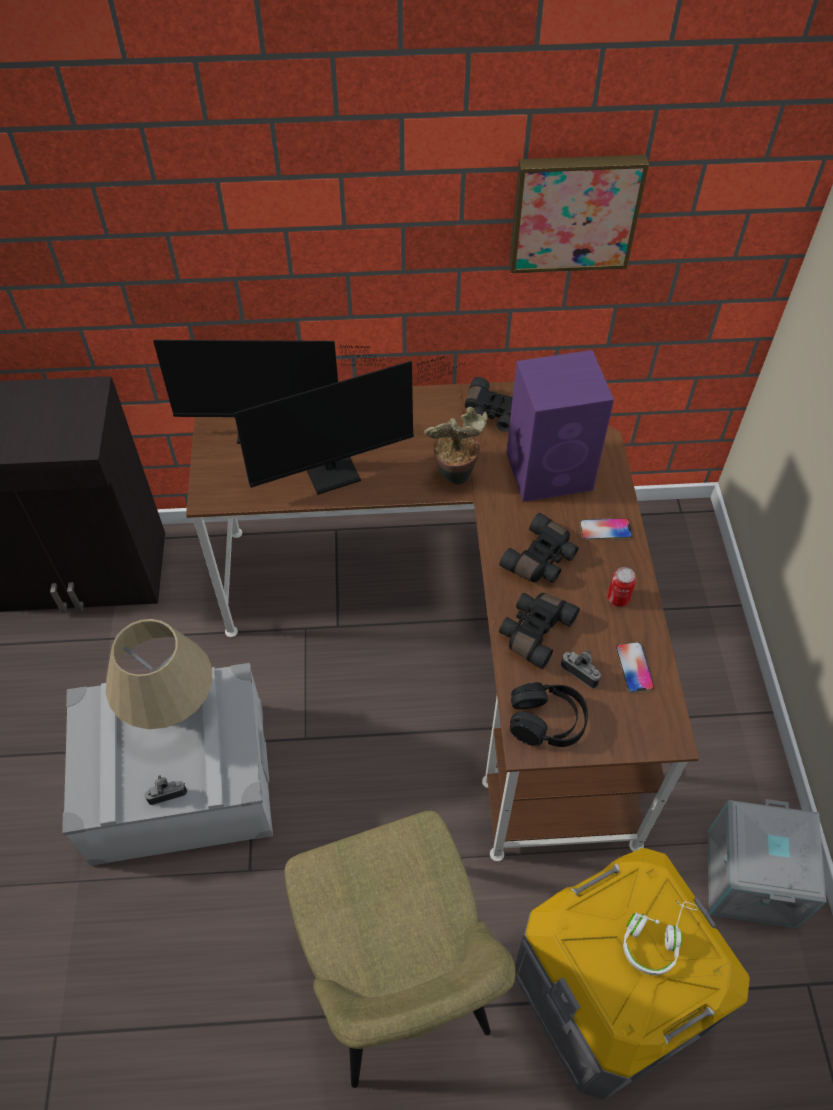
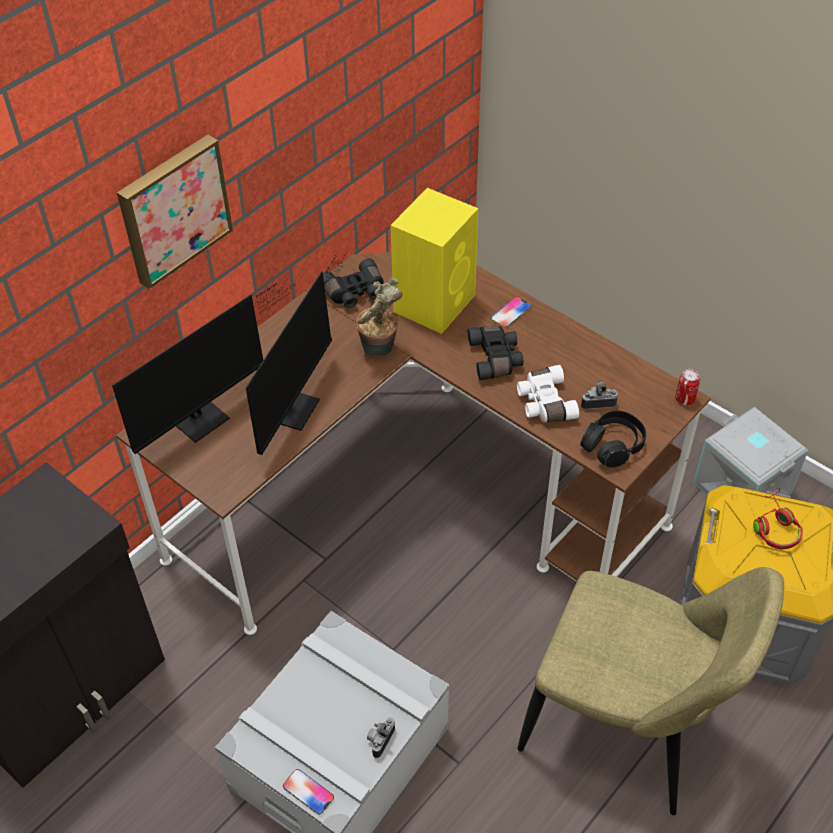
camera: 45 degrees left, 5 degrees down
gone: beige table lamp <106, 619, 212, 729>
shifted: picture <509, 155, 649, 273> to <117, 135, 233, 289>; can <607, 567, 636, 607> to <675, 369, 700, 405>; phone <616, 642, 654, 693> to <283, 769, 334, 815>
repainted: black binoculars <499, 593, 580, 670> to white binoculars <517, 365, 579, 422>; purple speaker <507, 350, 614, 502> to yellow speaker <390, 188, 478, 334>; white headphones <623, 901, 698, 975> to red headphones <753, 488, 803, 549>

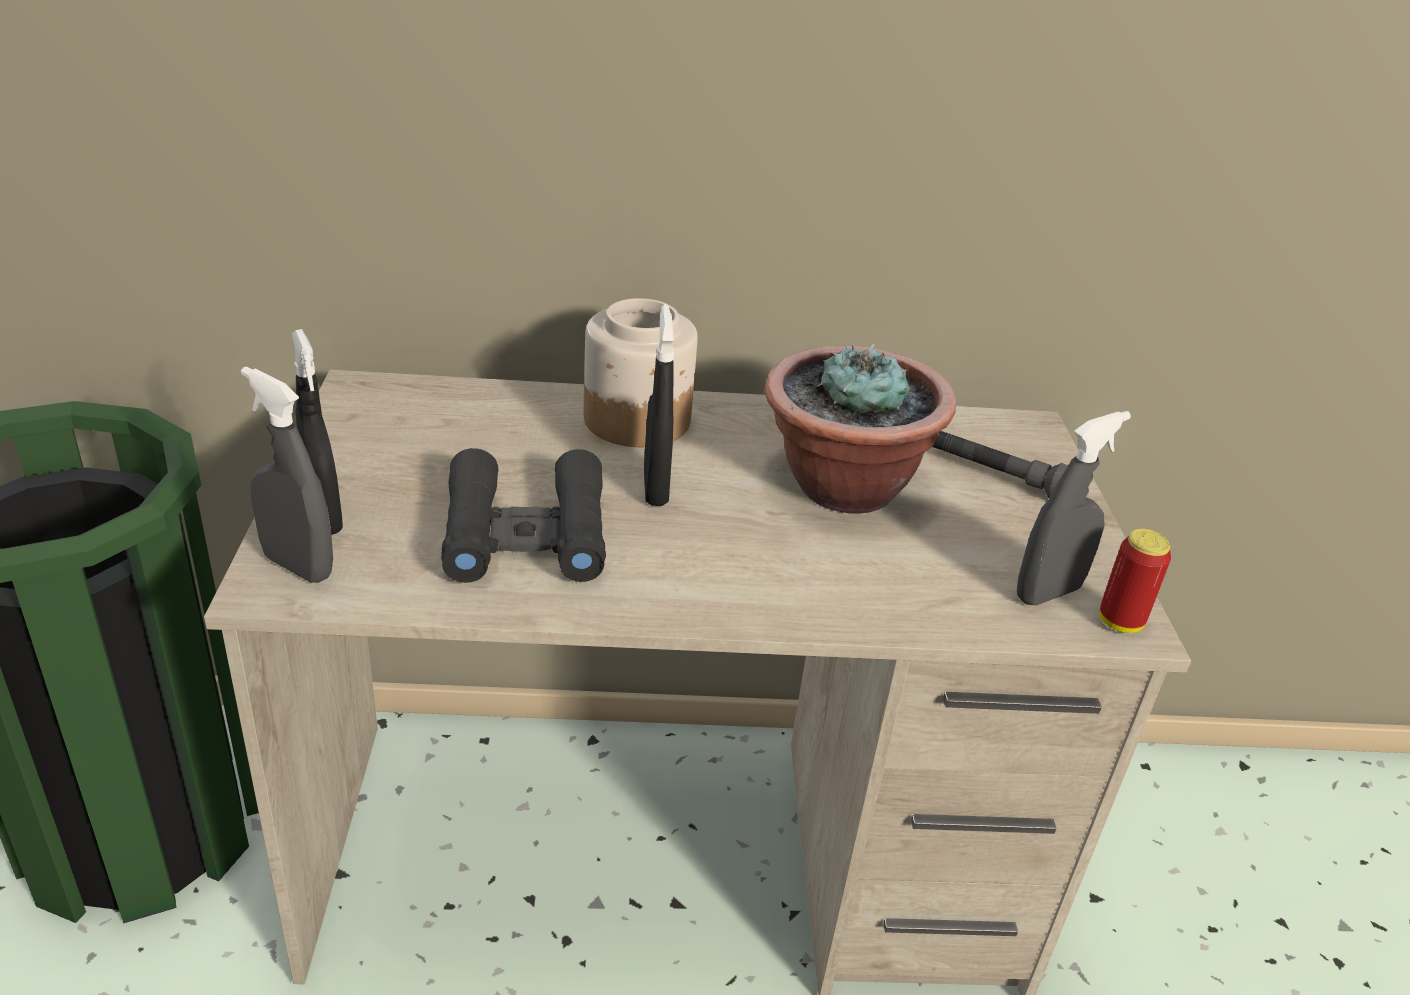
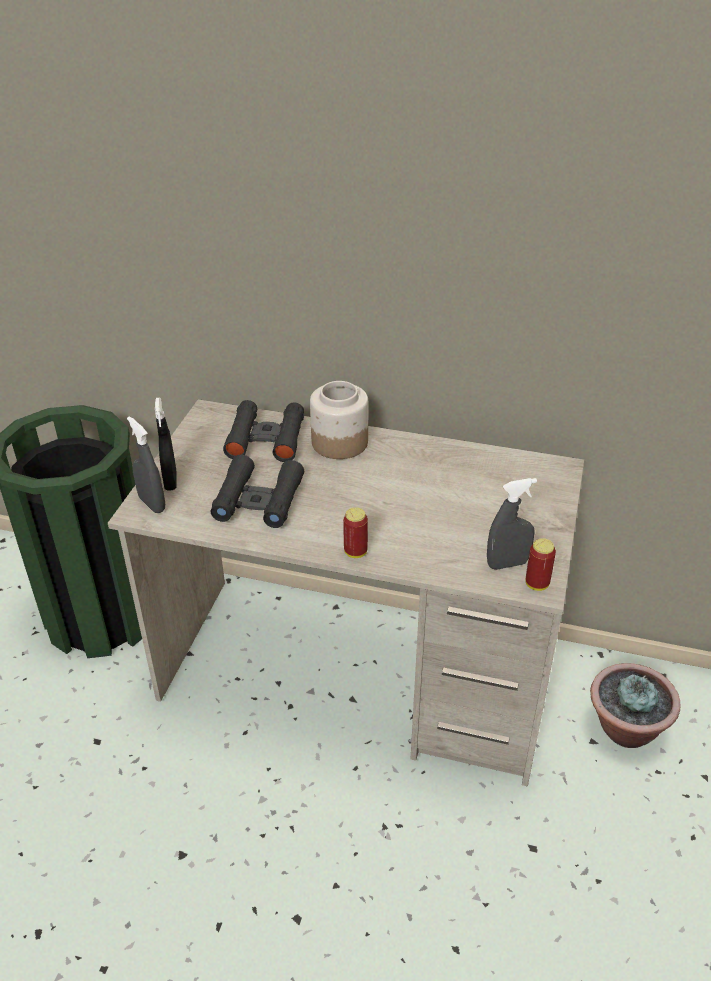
camera: 20 degrees right, 5 degrees up
gone: black spray bottle <644, 304, 674, 506>; grey flashlight <933, 431, 1068, 498>
new: black binoculars <223, 400, 304, 462>; can <343, 507, 368, 558>
shifted: potted plant <765, 343, 956, 514> to <590, 663, 681, 748>

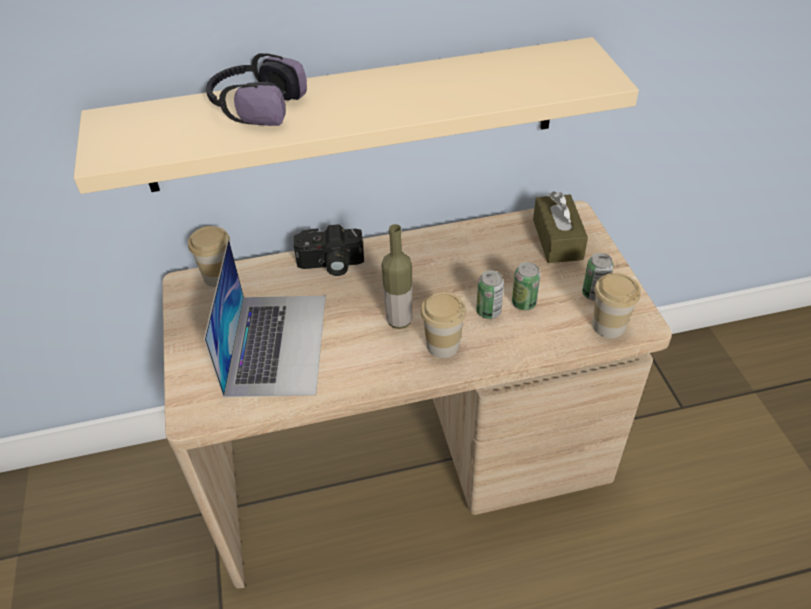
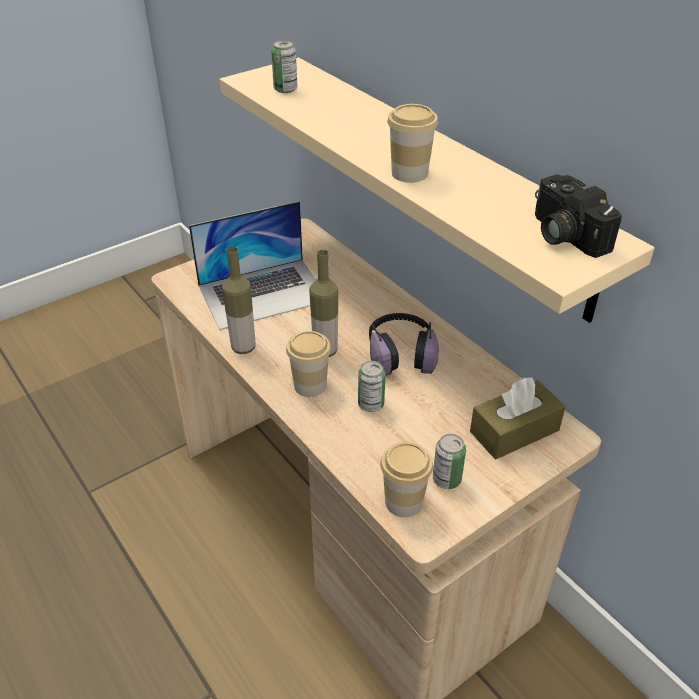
camera: 65 degrees right, 5 degrees down
new: bottle <222, 247, 255, 354>
shifted: cup <188, 226, 230, 287> to <387, 104, 438, 183>; headphones <206, 53, 307, 126> to <369, 313, 439, 376>; photo camera <294, 224, 364, 276> to <535, 174, 622, 258>; can <512, 262, 541, 310> to <271, 40, 297, 93>

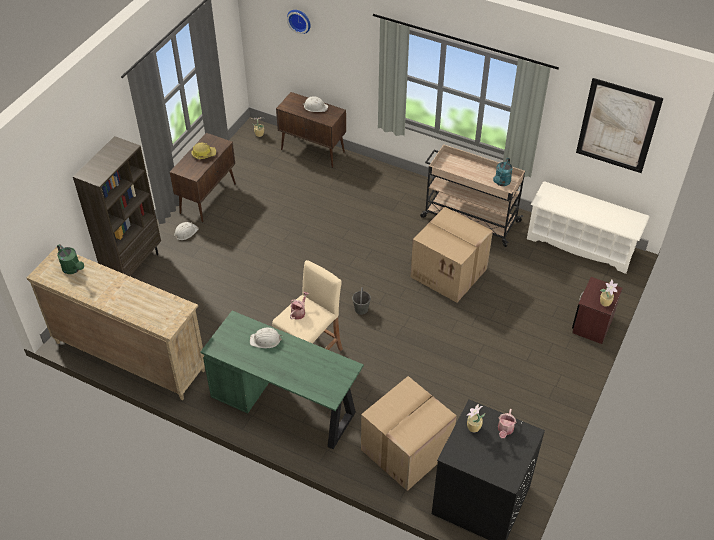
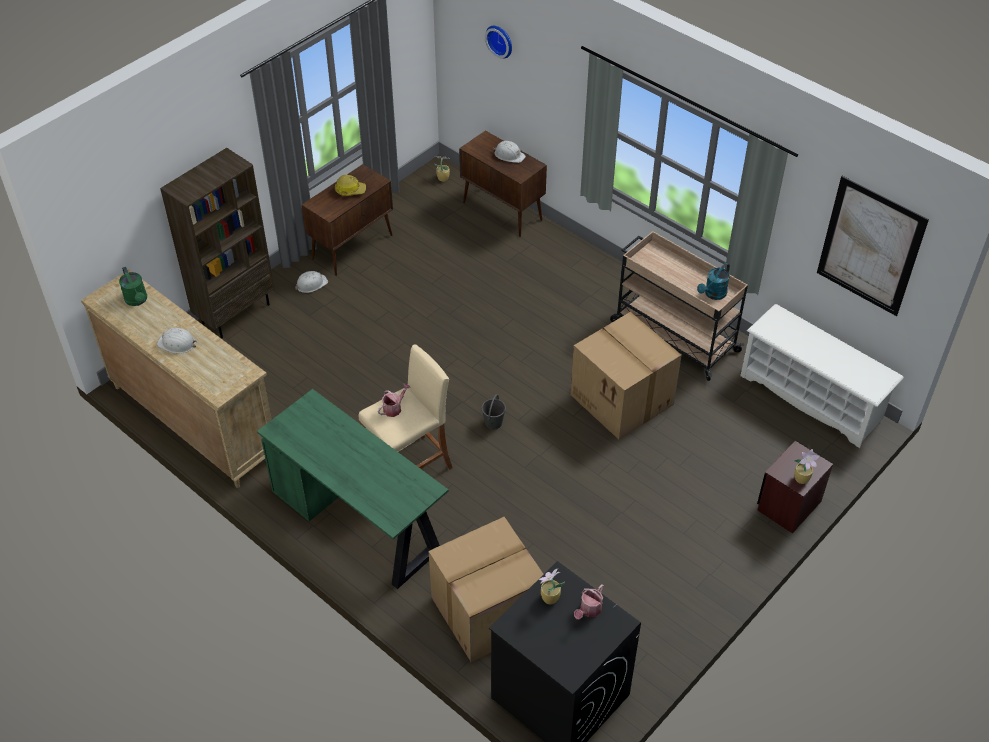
camera: 15 degrees right, 0 degrees up
shifted: white hard hat <250, 328, 283, 348> to <157, 328, 197, 354>

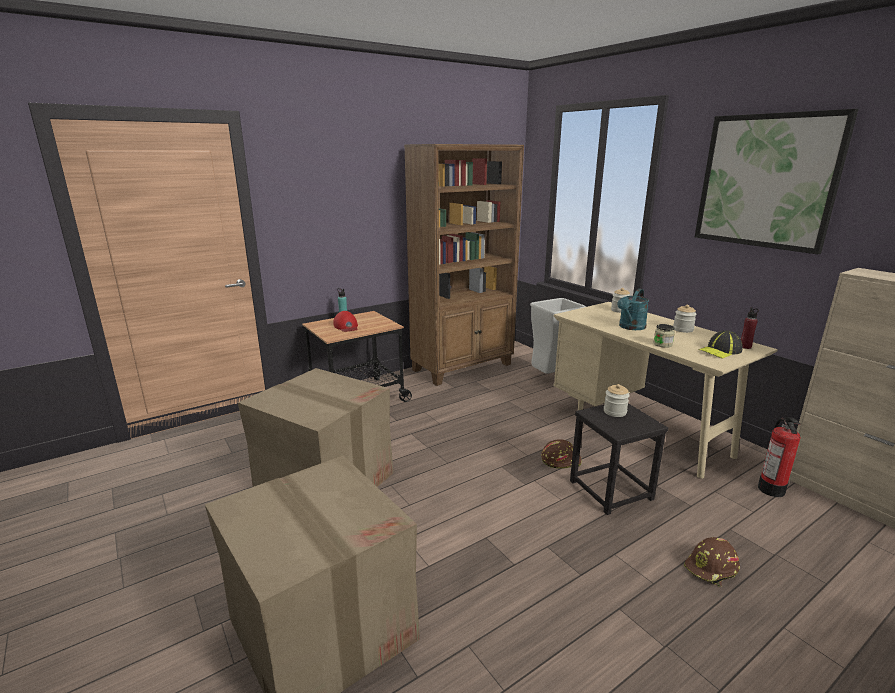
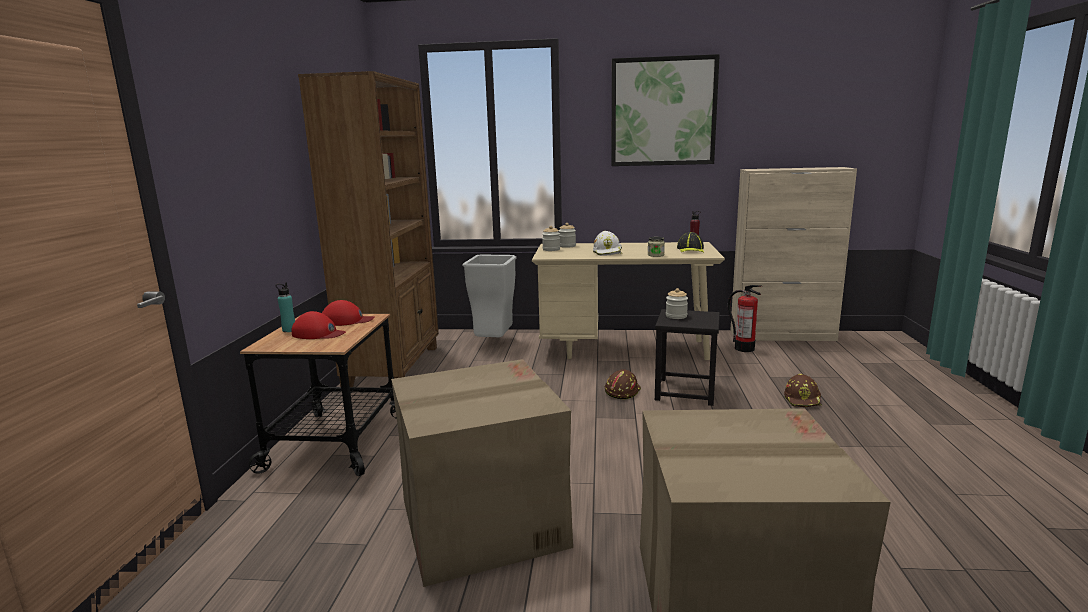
camera: 50 degrees left, 5 degrees down
new: red cap <322, 300, 375, 326>
shifted: jar <673, 304, 697, 333> to <542, 226, 560, 251>
swapped: turquoise watering can <617, 289, 649, 330> to white hard hat <593, 231, 623, 256>

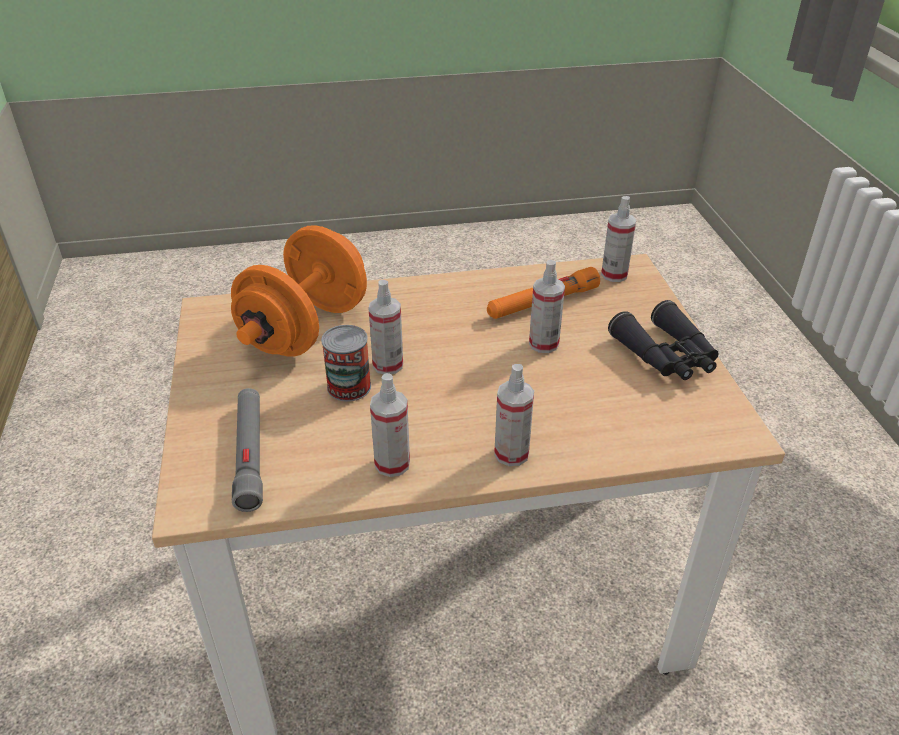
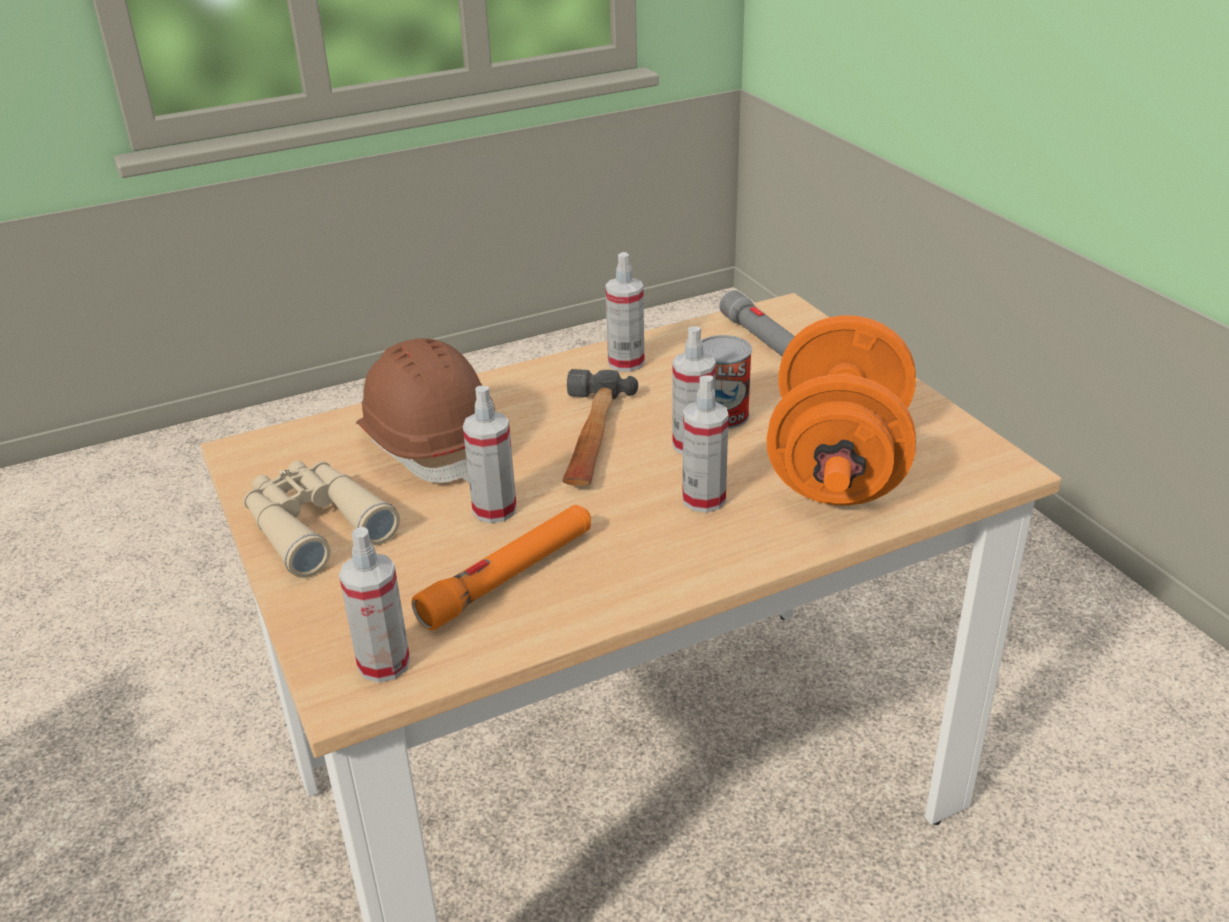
camera: 165 degrees right, 5 degrees down
new: brown hard hat <356, 338, 495, 483>; hammer <563, 369, 638, 486>
shifted: spray bottle <494, 364, 534, 466> to <682, 375, 729, 513>
repainted: black binoculars <608, 300, 719, 380> to beige binoculars <244, 461, 400, 578>

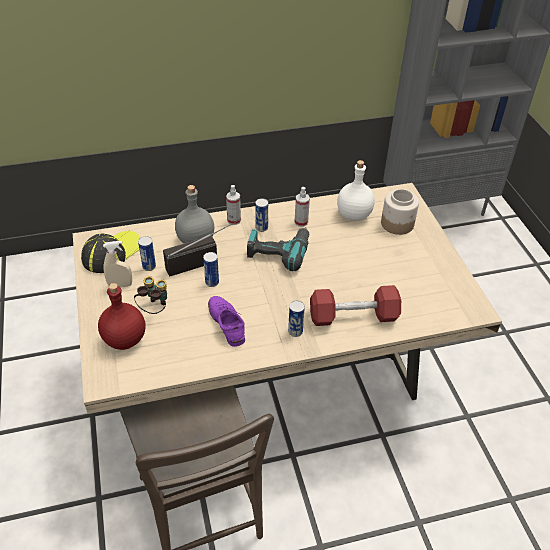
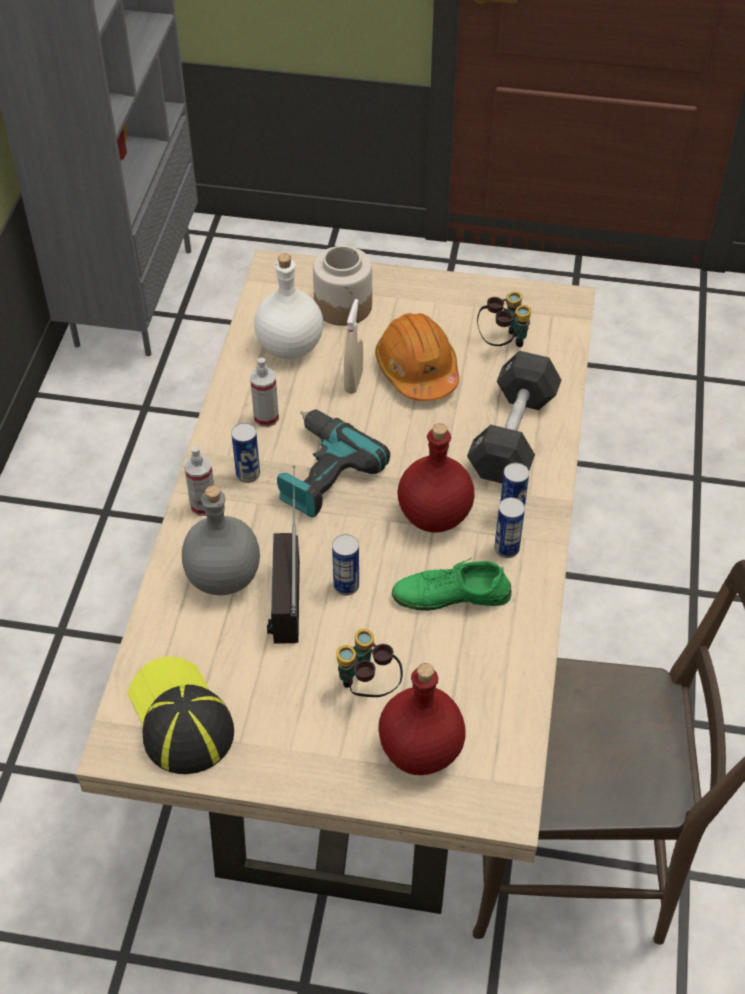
camera: 65 degrees left, 5 degrees up
new: orange hard hat <375, 313, 459, 401>; red bottle <398, 423, 475, 533>; binoculars <477, 291, 531, 347>
shifted: beige spray bottle <103, 241, 132, 288> to <344, 299, 363, 394>; can <138, 236, 156, 271> to <494, 497, 525, 558>
repainted: purple shoe <208, 296, 245, 347> to green shoe <392, 558, 512, 611>; red dumbbell <310, 285, 401, 326> to black dumbbell <467, 351, 561, 483>

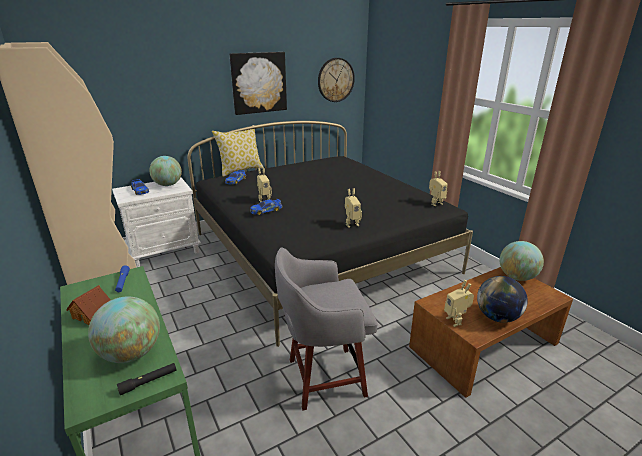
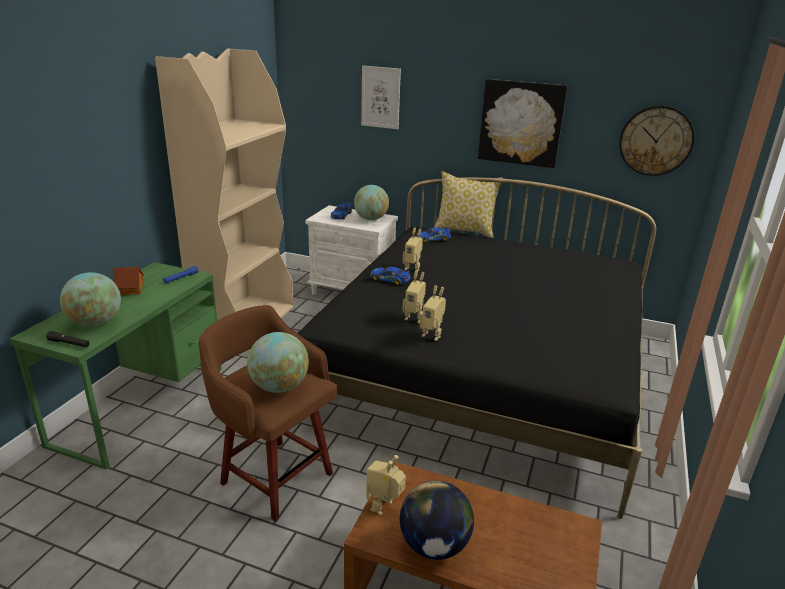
camera: 50 degrees right, 0 degrees up
new: picture <361, 66, 401, 129>
shifted: toy robot <429, 171, 448, 206> to <403, 270, 426, 323>; globe <500, 241, 544, 281> to <247, 332, 309, 393>
repainted: grey stool <275, 248, 378, 410> to brown stool <199, 305, 337, 521>

